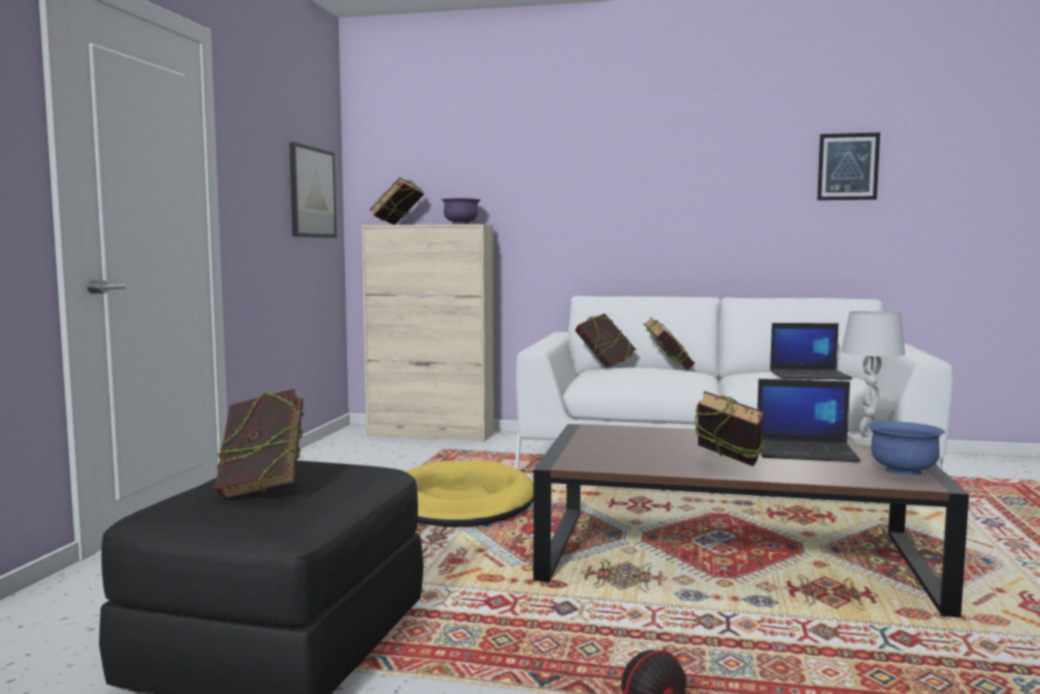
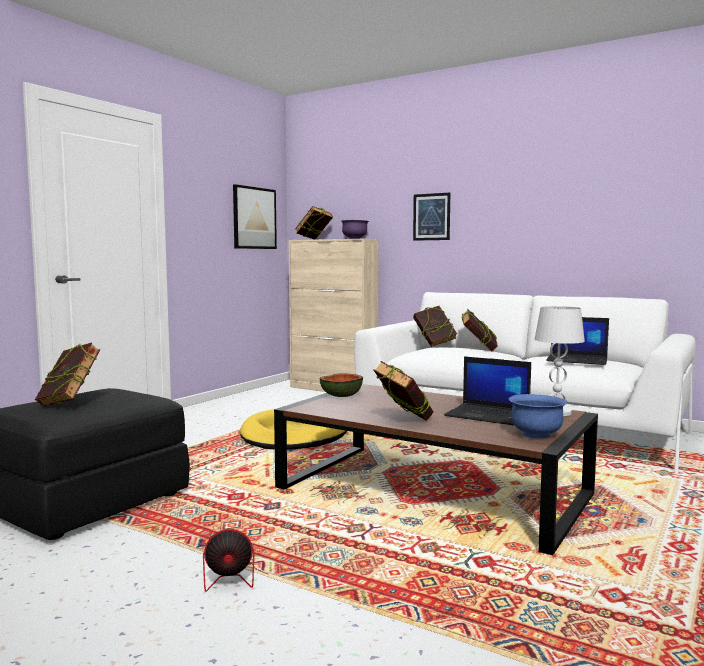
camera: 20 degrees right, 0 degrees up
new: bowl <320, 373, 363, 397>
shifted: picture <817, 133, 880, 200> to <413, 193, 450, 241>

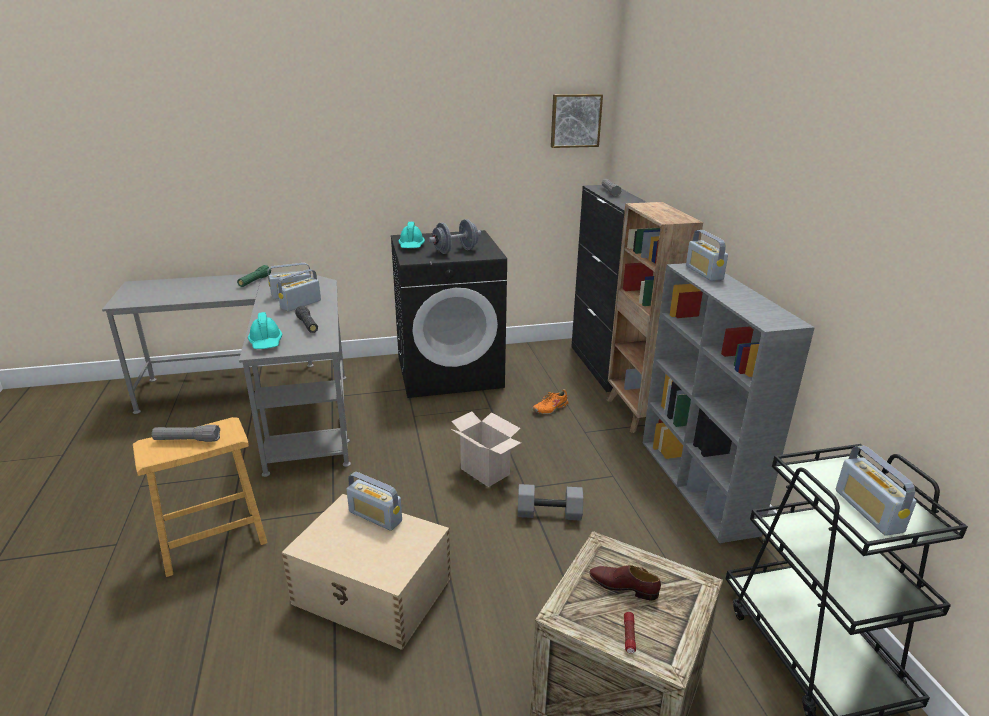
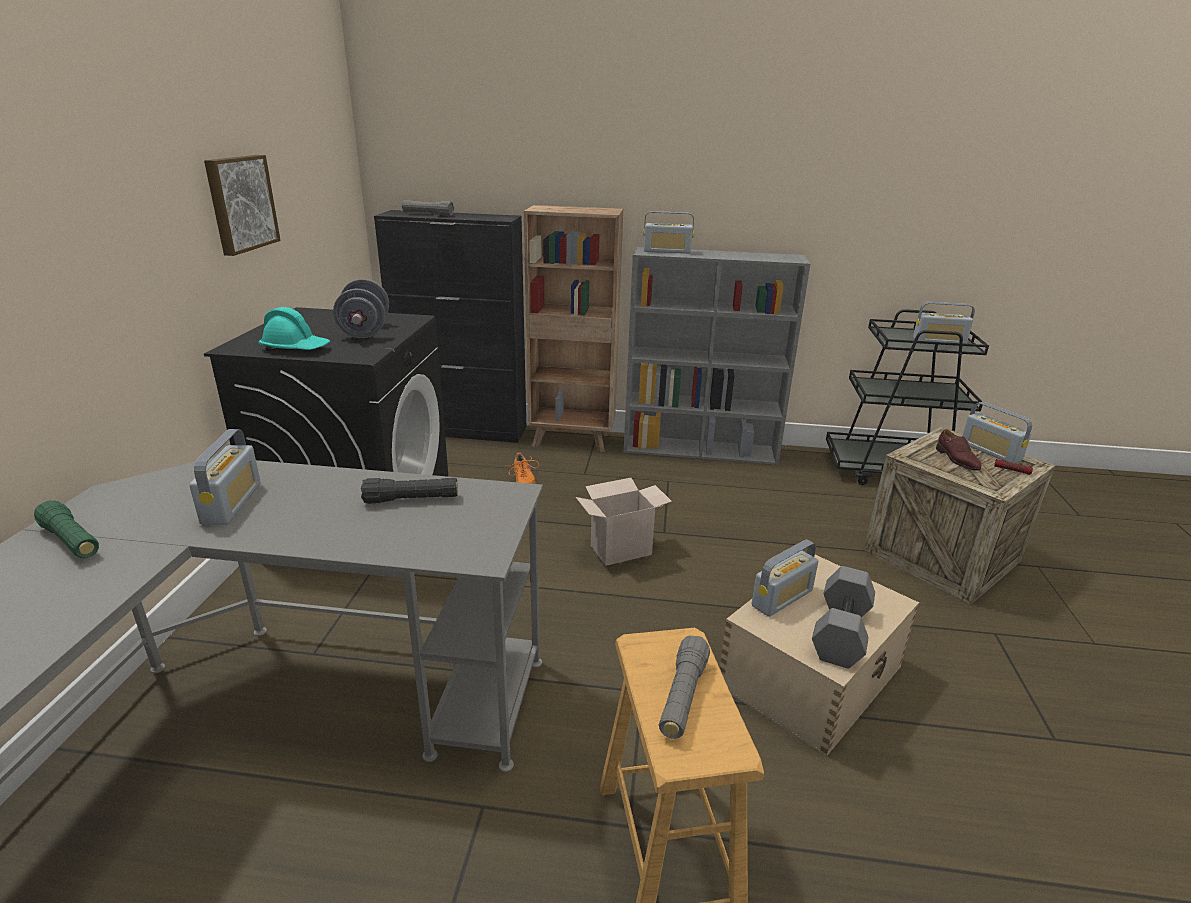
camera: 70 degrees left, 0 degrees up
gone: turquoise hard hat <248, 312, 282, 349>
shifted: radio <277, 269, 321, 312> to <962, 402, 1032, 463>; grey dumbbell <518, 484, 583, 521> to <812, 566, 875, 668>; picture <551, 94, 603, 148> to <204, 155, 281, 256>
rotated: brown shoe <589, 565, 661, 600> = <936, 429, 981, 471> 60 degrees counterclockwise

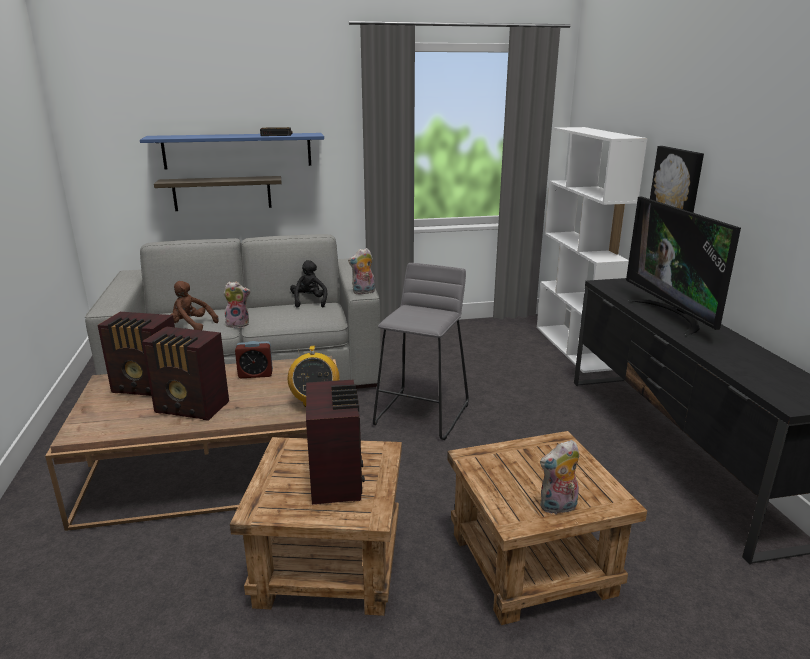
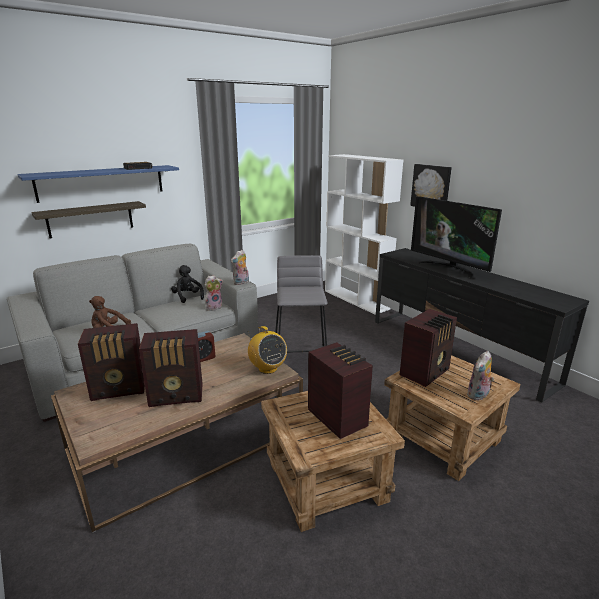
camera: 25 degrees left, 0 degrees up
new: radio <400, 309, 457, 387>
shifted: plush toy <224, 282, 250, 328> to <205, 275, 223, 311>

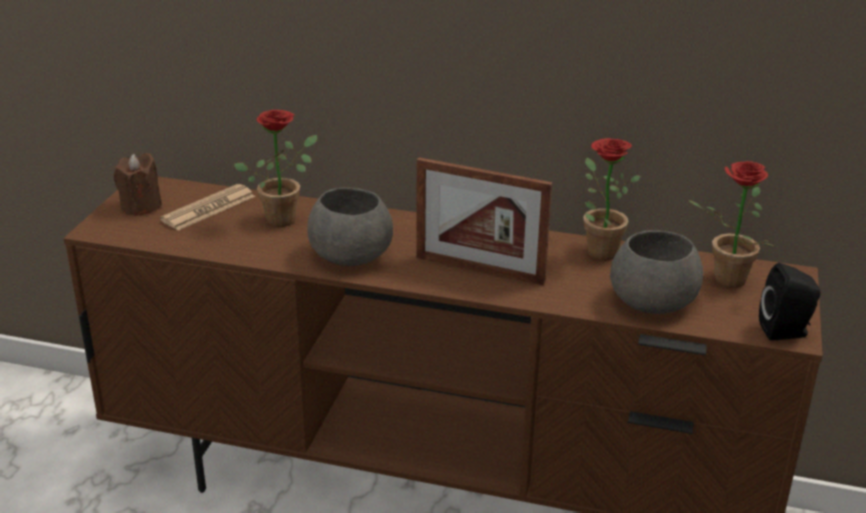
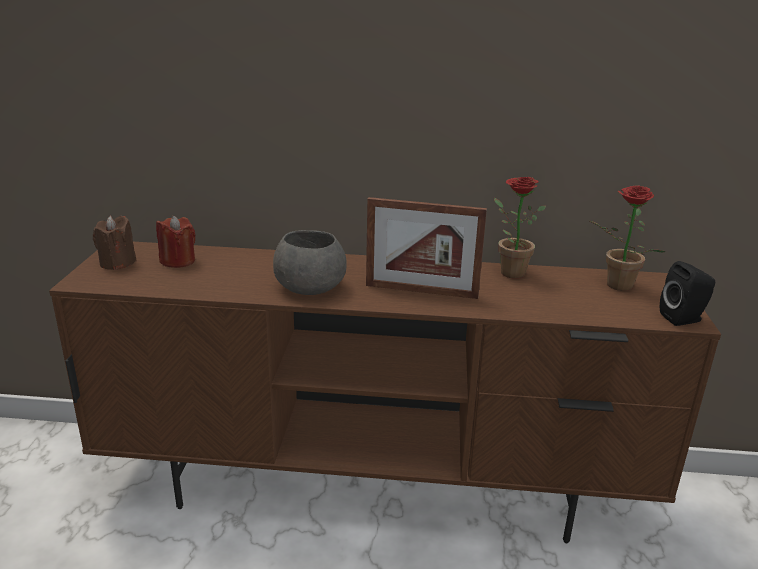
camera: 10 degrees left, 5 degrees down
gone: potted plant <234, 110, 317, 227>; grey bowl <610, 230, 703, 314>
swapped: newspaper <160, 184, 255, 231> to red candle <156, 216, 196, 268>

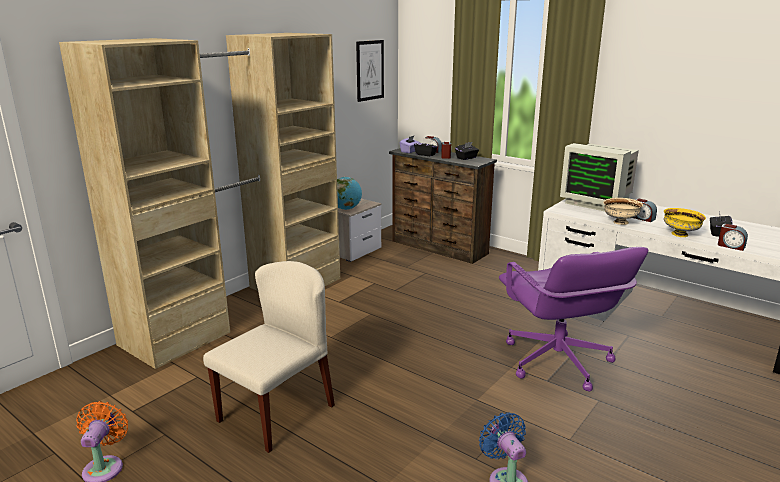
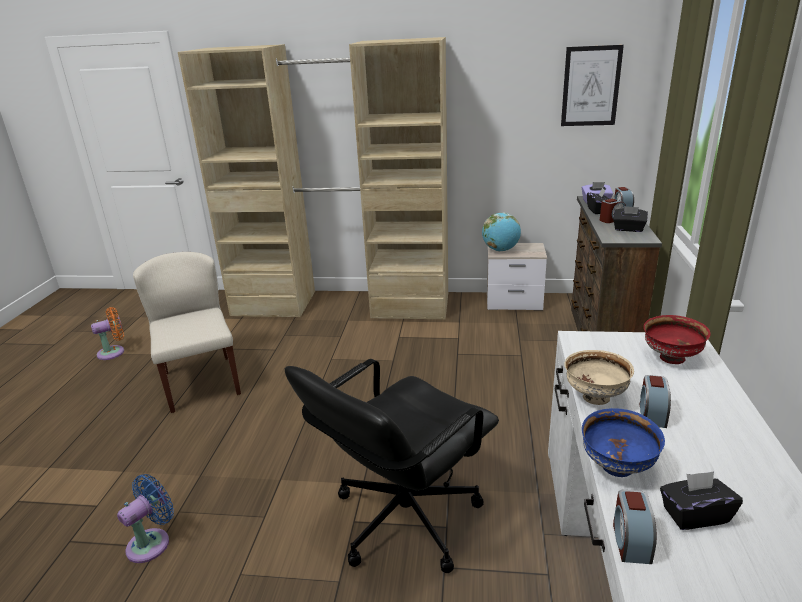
camera: 60 degrees right, 5 degrees up
swapped: monitor <560, 143, 639, 212> to red bowl <644, 315, 711, 364>
repainted: purple office chair <499, 247, 648, 392> to black office chair <285, 359, 499, 573>; yellow bowl <664, 208, 706, 237> to blue bowl <582, 408, 665, 477>
rotated: beige chair <203, 261, 335, 453> = <133, 252, 241, 413> 120 degrees counterclockwise

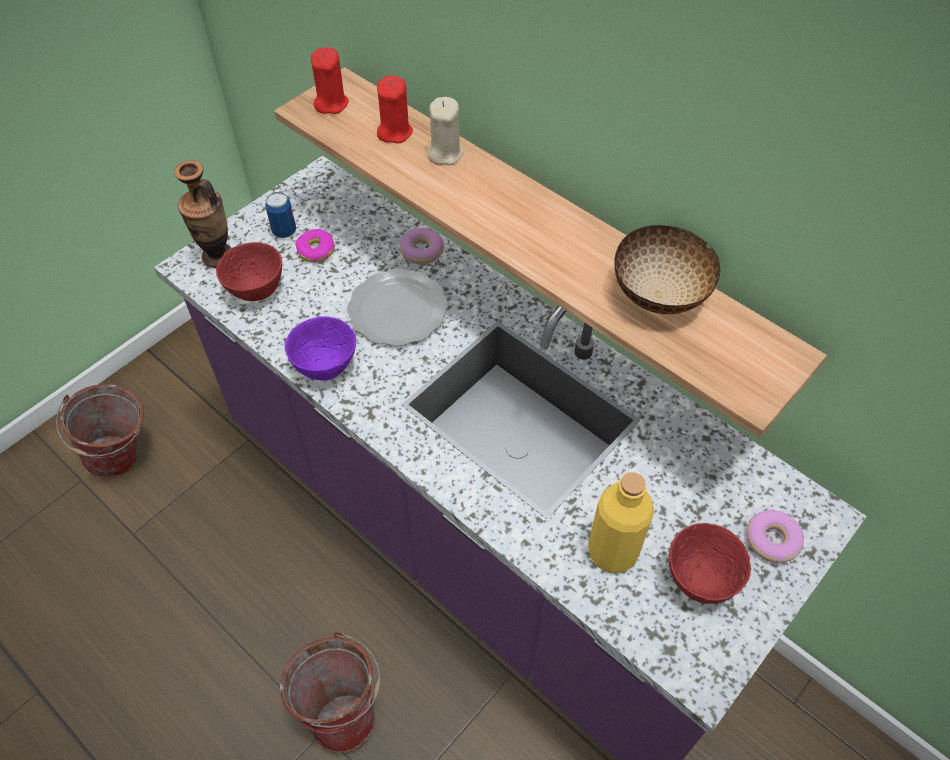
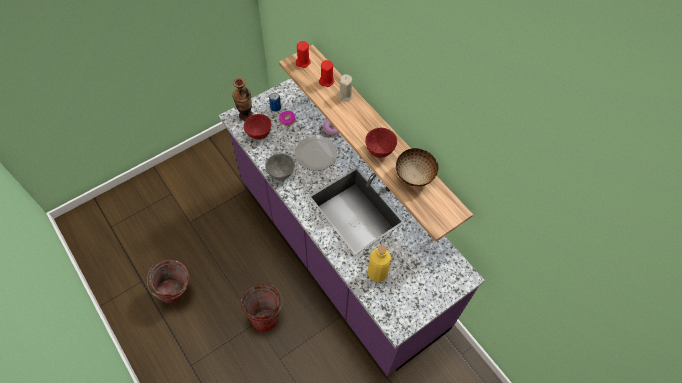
camera: 10 degrees right, 5 degrees up
gone: donut <746, 510, 804, 563>
shifted: bucket <56, 384, 144, 479> to <147, 260, 189, 303>; red bowl <669, 523, 751, 604> to <365, 128, 397, 158>
repainted: purple bowl <285, 316, 356, 381> to grey bowl <265, 153, 295, 180>

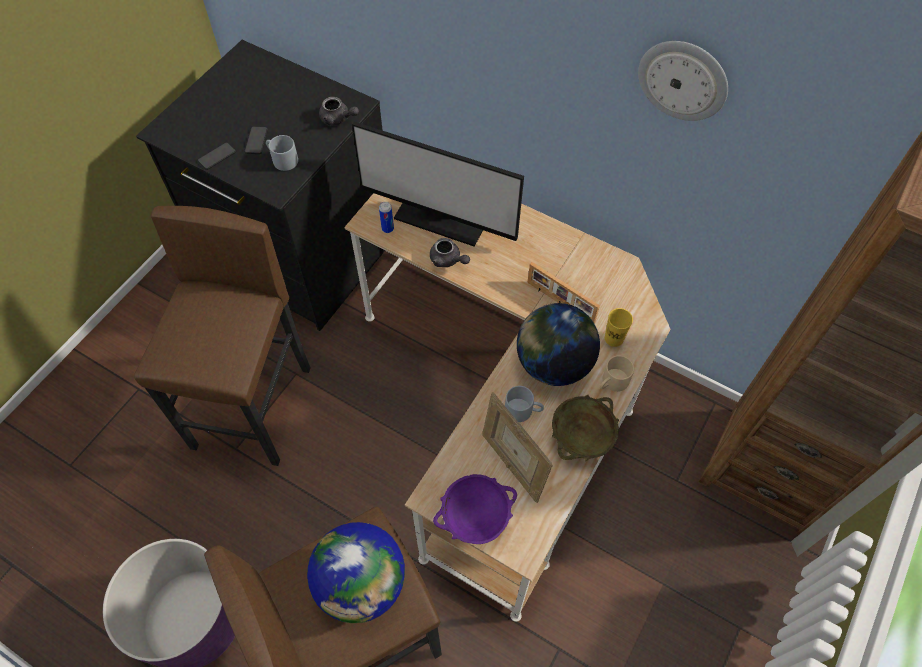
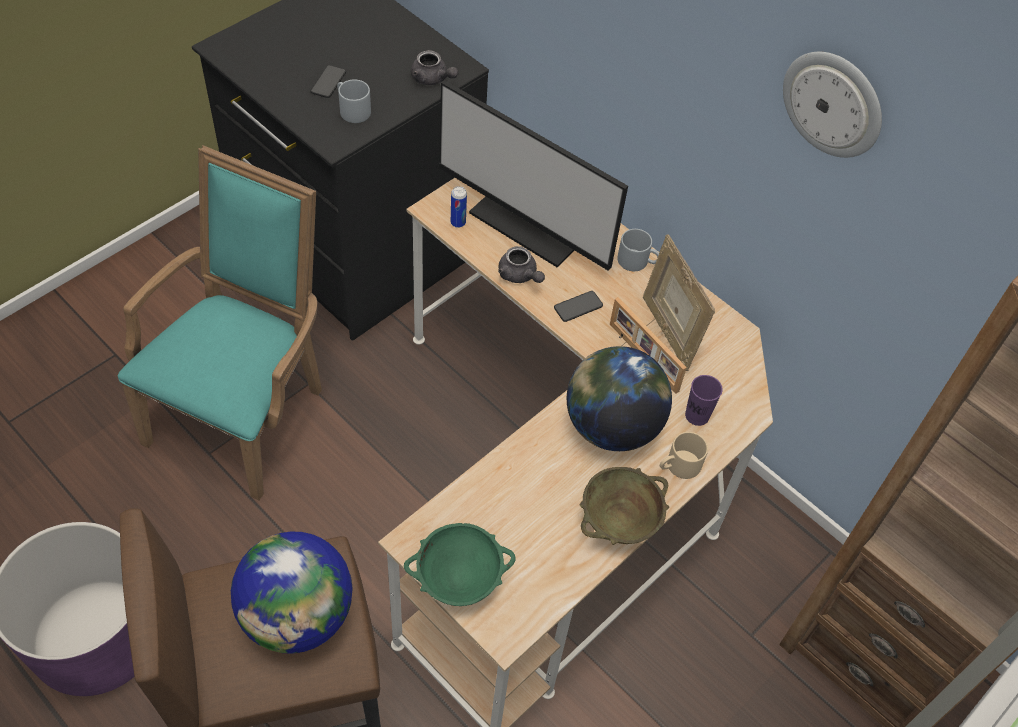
camera: 10 degrees right, 5 degrees down
shifted: phone <198, 142, 236, 170> to <554, 291, 603, 322>; picture frame <482, 392, 553, 503> to <643, 234, 715, 371>; grey mug <505, 386, 544, 422> to <617, 229, 659, 271>
swapped: brown stool <134, 206, 311, 466> to turquoise armchair <118, 145, 322, 501>
repainted: purple bowl <433, 474, 517, 544> to green bowl <404, 523, 516, 606>; yellow cup <605, 308, 633, 347> to purple cup <685, 375, 723, 426>

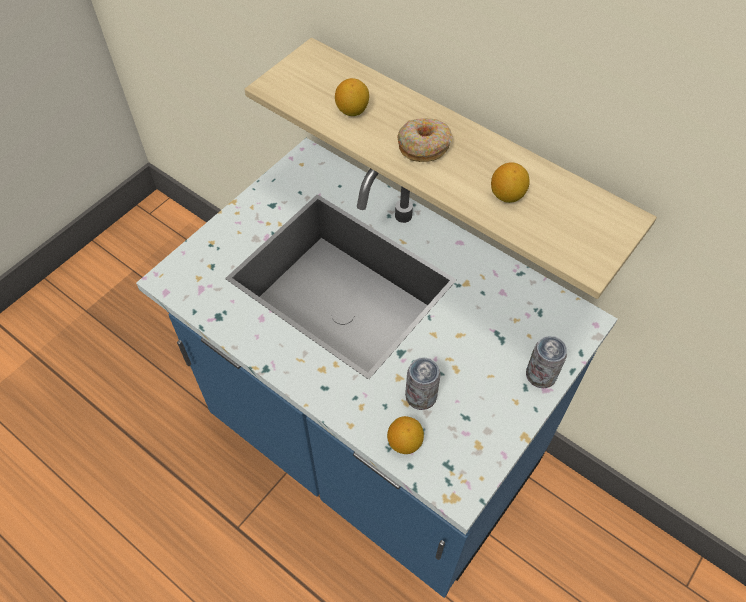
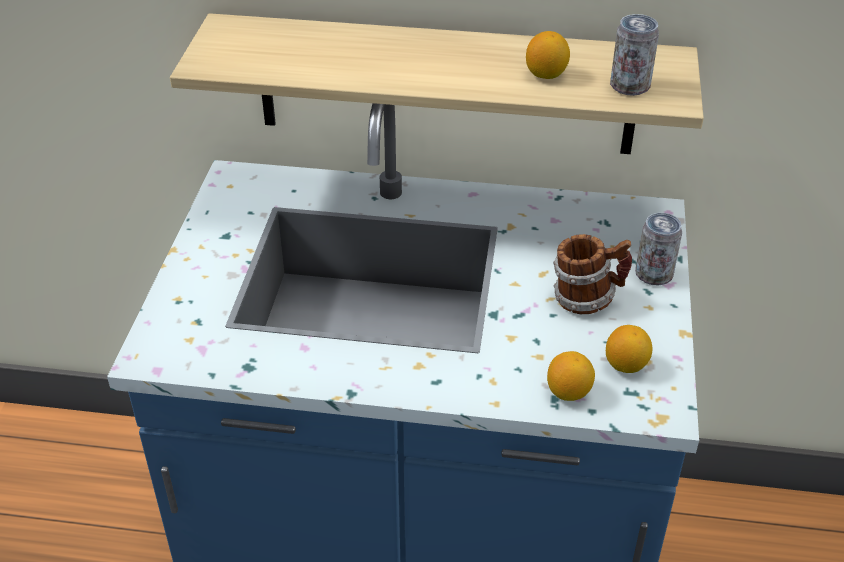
camera: 30 degrees left, 15 degrees down
gone: donut <397, 118, 452, 162>
new: mug <553, 234, 632, 314>
shifted: lemon <335, 78, 369, 116> to <606, 325, 653, 373>; can <405, 357, 441, 410> to <610, 14, 659, 96>

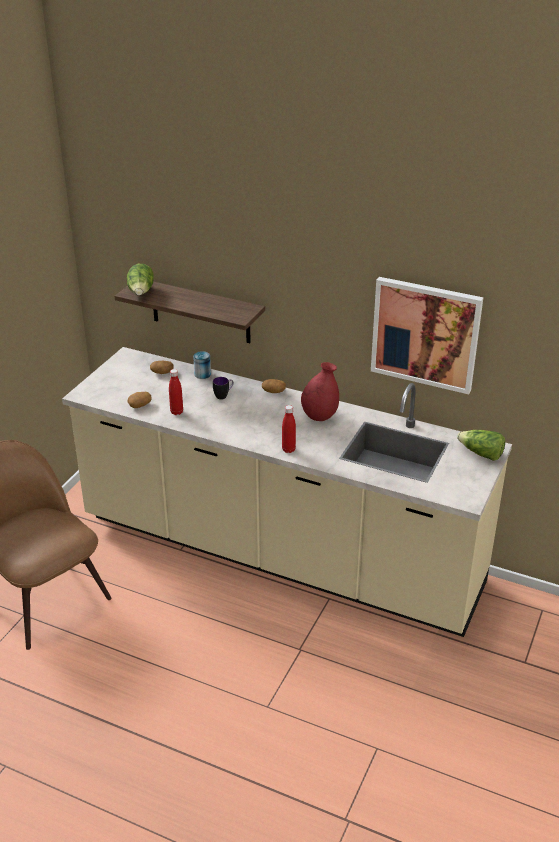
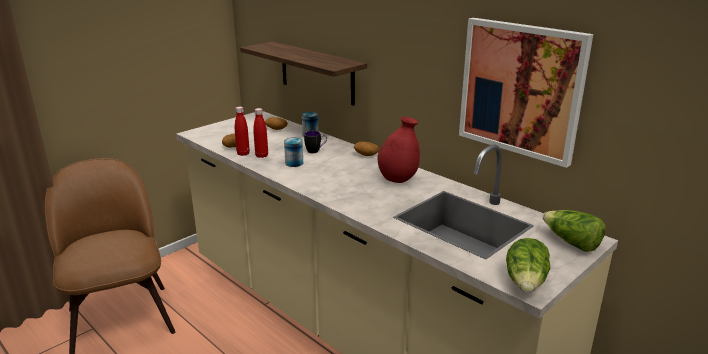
camera: 20 degrees right, 10 degrees down
new: can <284, 137, 303, 167>
shifted: lettuce <127, 264, 154, 295> to <506, 238, 550, 293>; red bottle <282, 405, 296, 453> to <235, 107, 250, 156>

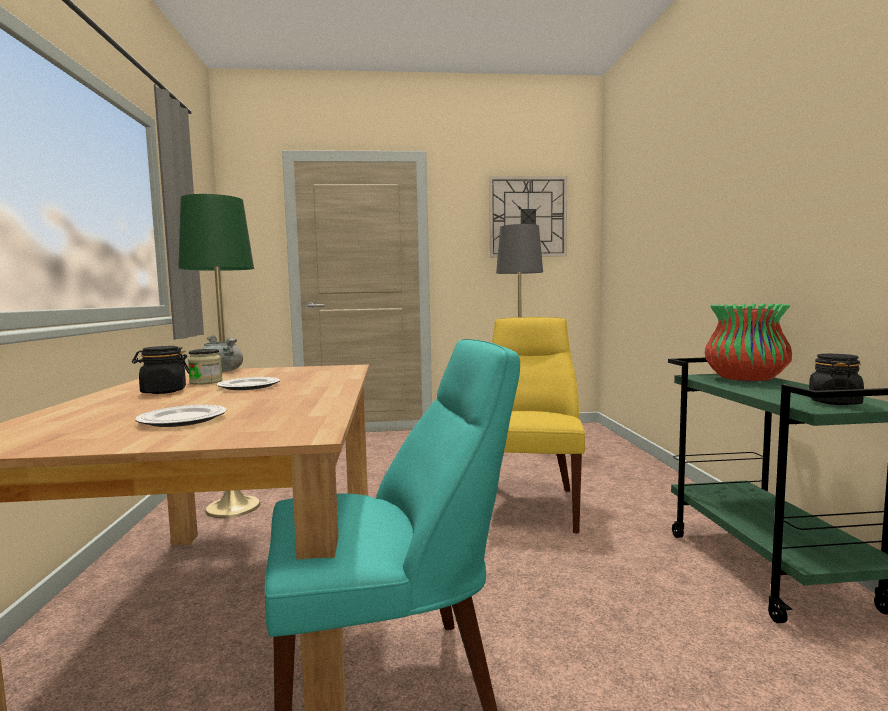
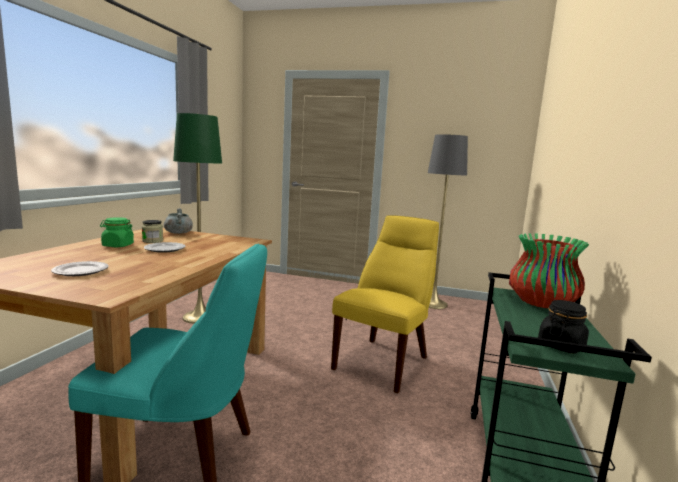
camera: 20 degrees right, 5 degrees up
gone: wall clock <489, 176, 567, 257>
repainted: black jar <132, 346, 190, 394> to green jar <100, 217, 134, 247>

